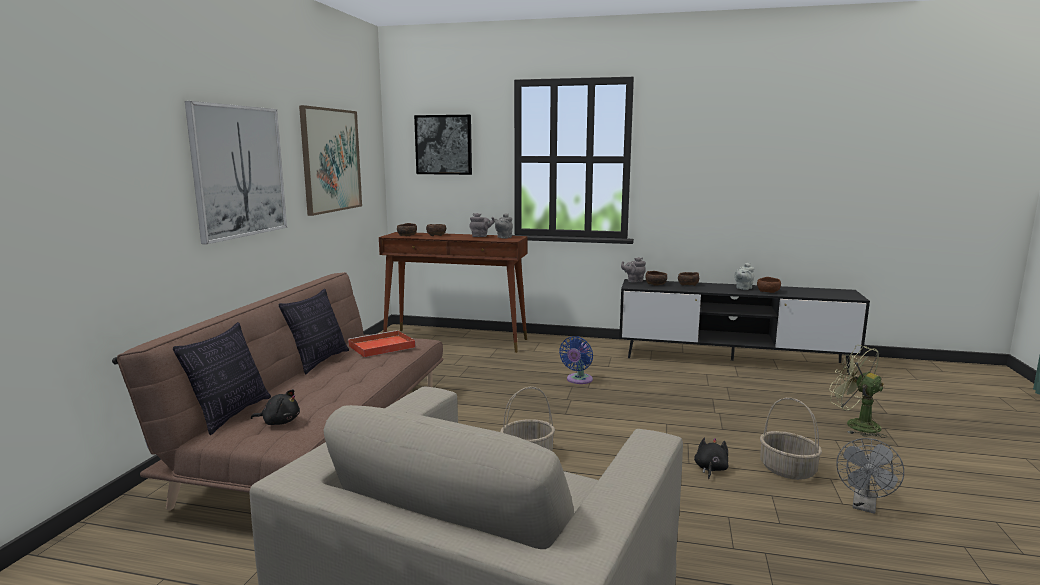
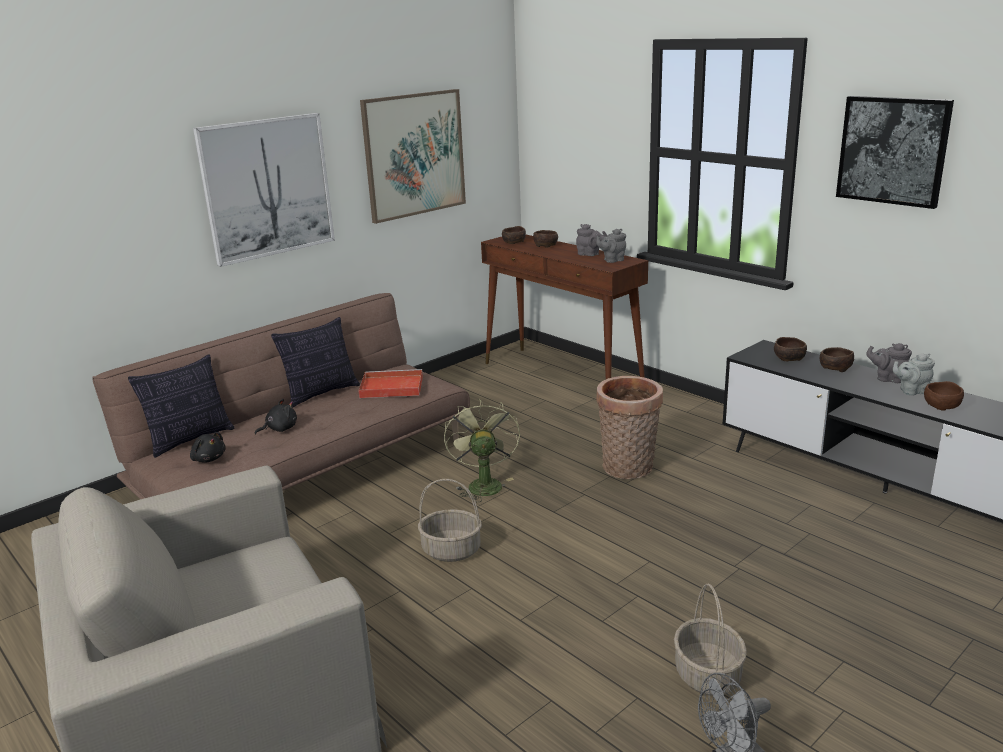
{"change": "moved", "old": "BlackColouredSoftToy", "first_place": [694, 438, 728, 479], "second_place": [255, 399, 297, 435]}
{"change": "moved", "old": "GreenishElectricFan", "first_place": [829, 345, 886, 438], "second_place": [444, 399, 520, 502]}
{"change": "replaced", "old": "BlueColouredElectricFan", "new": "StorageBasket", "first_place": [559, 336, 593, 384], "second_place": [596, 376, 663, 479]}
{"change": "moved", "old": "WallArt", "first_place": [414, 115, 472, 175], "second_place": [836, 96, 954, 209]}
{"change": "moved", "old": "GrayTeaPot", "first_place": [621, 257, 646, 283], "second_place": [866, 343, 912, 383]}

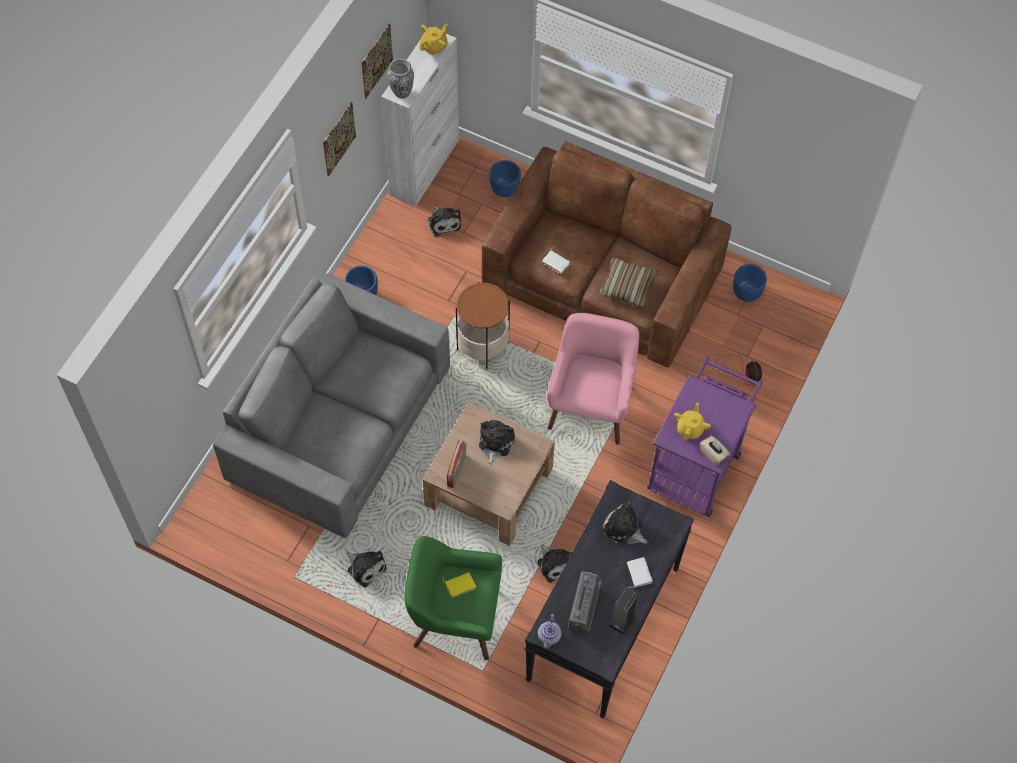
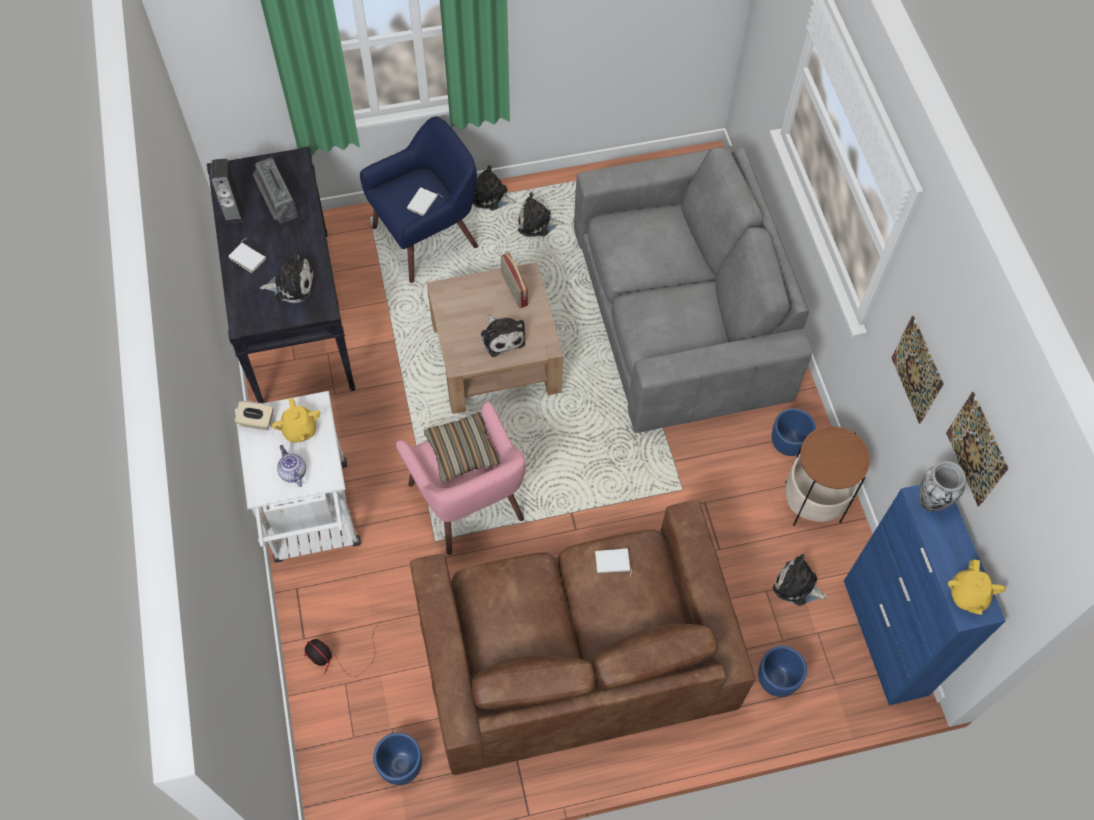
{"change": "recoloured", "old": "PurpleColouredWheeledCart", "new": "WhiteWheeledCart", "first_place": [647, 356, 763, 517], "second_place": [235, 391, 361, 563]}
{"change": "moved", "old": "TeaPot", "first_place": [538, 614, 561, 649], "second_place": [277, 445, 306, 487]}
{"change": "recoloured", "old": "GreenishLoungeChair", "new": "BlueColouredLoungeChair", "first_place": [405, 536, 502, 660], "second_place": [360, 117, 478, 283]}
{"change": "recoloured", "old": "YellowColouredVolume", "new": "WhiteVolume", "first_place": [443, 572, 476, 598], "second_place": [407, 187, 442, 216]}
{"change": "moved", "old": "Cushion", "first_place": [599, 257, 657, 307], "second_place": [424, 412, 501, 483]}
{"change": "moved", "old": "SoftToy", "first_place": [537, 545, 573, 583], "second_place": [473, 165, 517, 211]}
{"change": "moved", "old": "AccentTable", "first_place": [456, 282, 510, 369], "second_place": [785, 426, 870, 526]}
{"change": "recoloured", "old": "WhiteCabinet", "new": "BlueColouredCabinet", "first_place": [381, 27, 459, 207], "second_place": [844, 485, 1006, 705]}

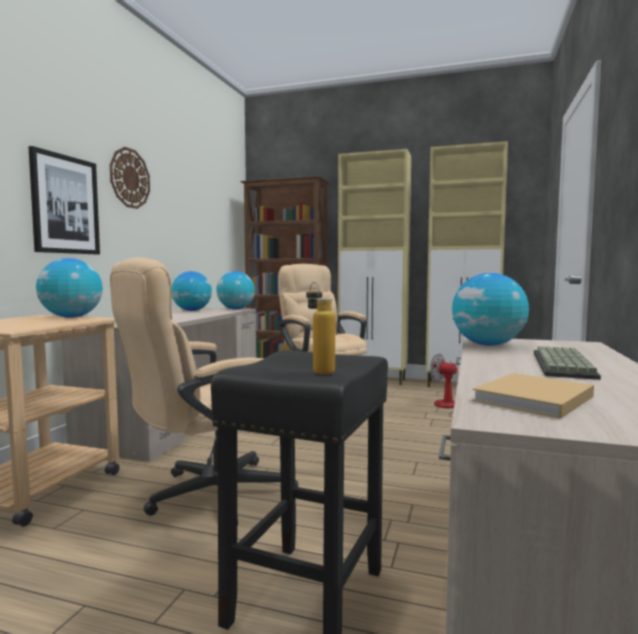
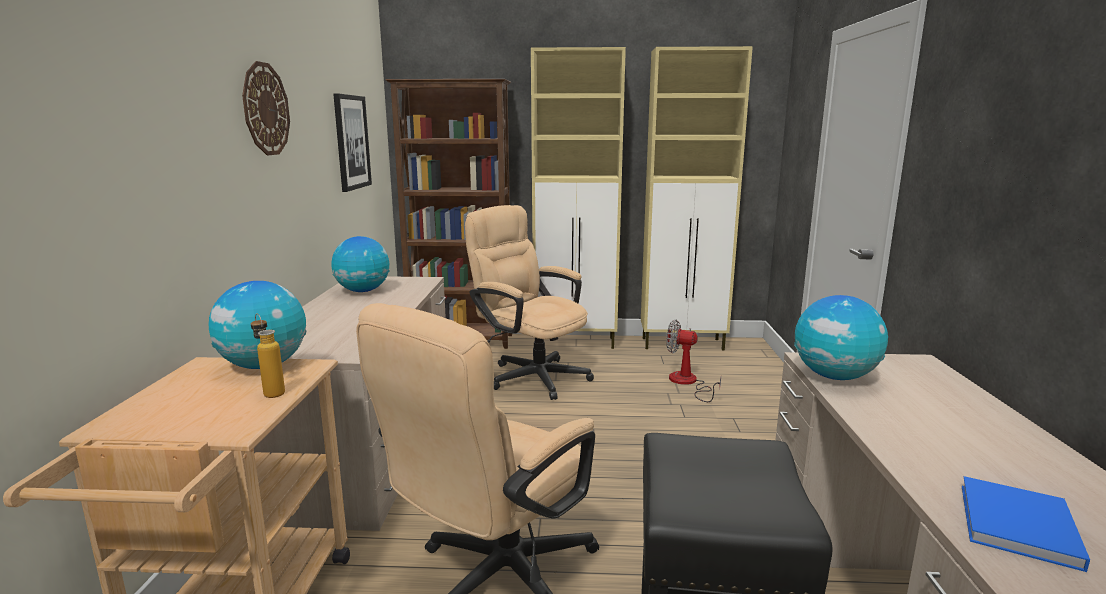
{"change": "moved", "old": "Bottle", "first_place": [306, 282, 335, 374], "second_place": [251, 313, 285, 398]}
{"change": "moved", "old": "WallArt", "first_place": [28, 146, 100, 254], "second_place": [333, 93, 372, 192]}
{"change": "recoloured", "old": "SandColouredVolume", "new": "BlueColouredVolume", "first_place": [472, 373, 594, 418], "second_place": [962, 476, 1090, 572]}
{"change": "removed", "old": "Globe", "first_place": [216, 271, 255, 309]}
{"change": "removed", "old": "PcKeyboard", "first_place": [534, 346, 601, 380]}

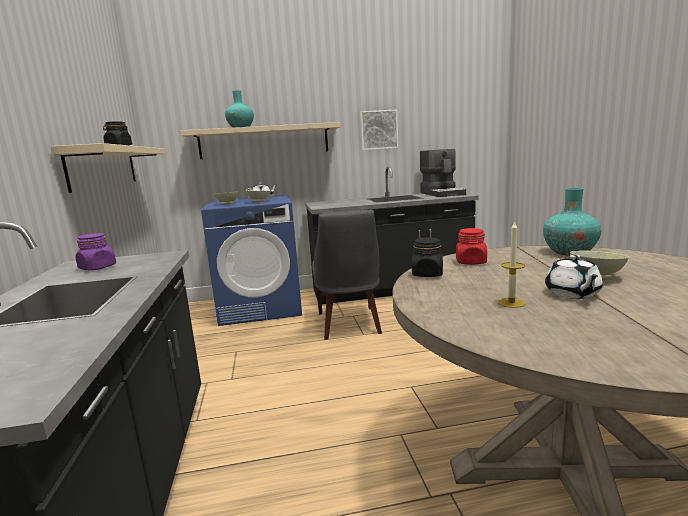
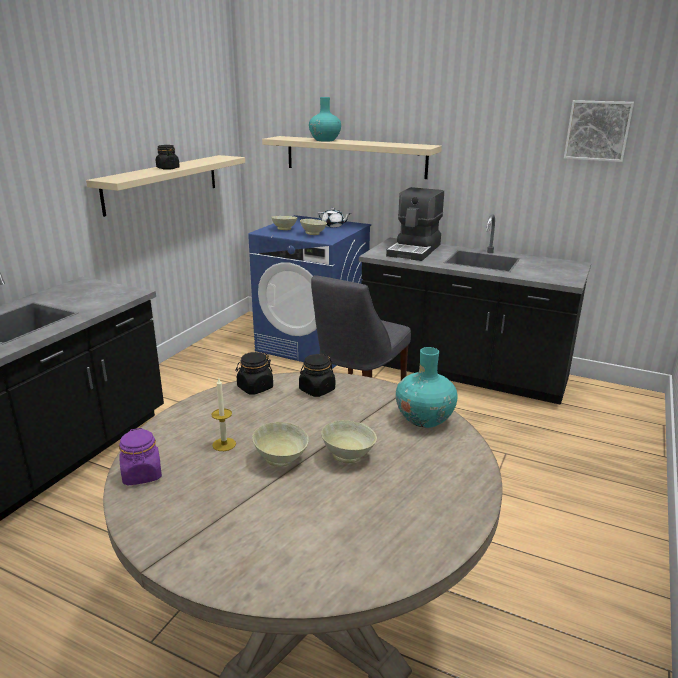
{"change": "moved", "old": "PurpleColouredJar", "first_place": [76, 233, 116, 270], "second_place": [119, 428, 162, 485]}
{"change": "replaced", "old": "WhiteTeaPot", "new": "SandColouredBowl", "first_place": [545, 255, 603, 299], "second_place": [252, 422, 309, 467]}
{"change": "recoloured", "old": "RedColouredJar", "new": "BlackColouredJar", "first_place": [456, 228, 487, 265], "second_place": [299, 354, 335, 397]}
{"change": "moved", "old": "CoffeeBrewer", "first_place": [420, 149, 466, 197], "second_place": [386, 187, 444, 261]}
{"change": "moved", "old": "WallArt", "first_place": [360, 110, 398, 150], "second_place": [564, 100, 634, 162]}

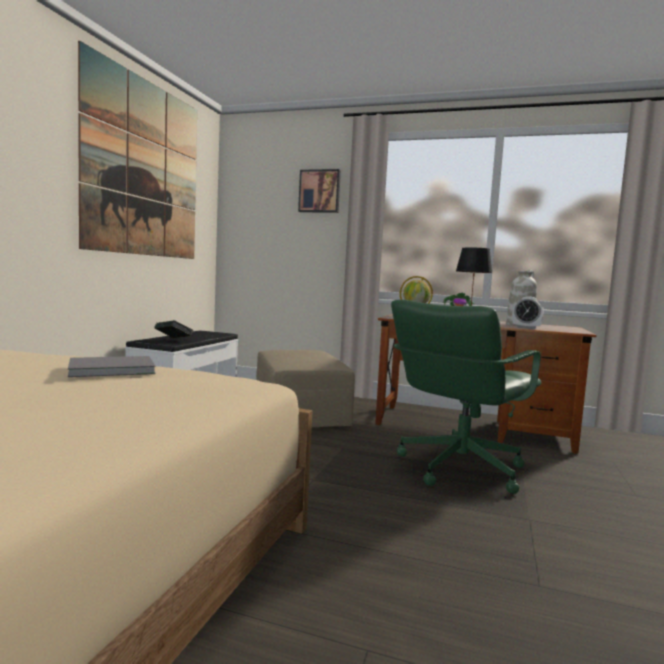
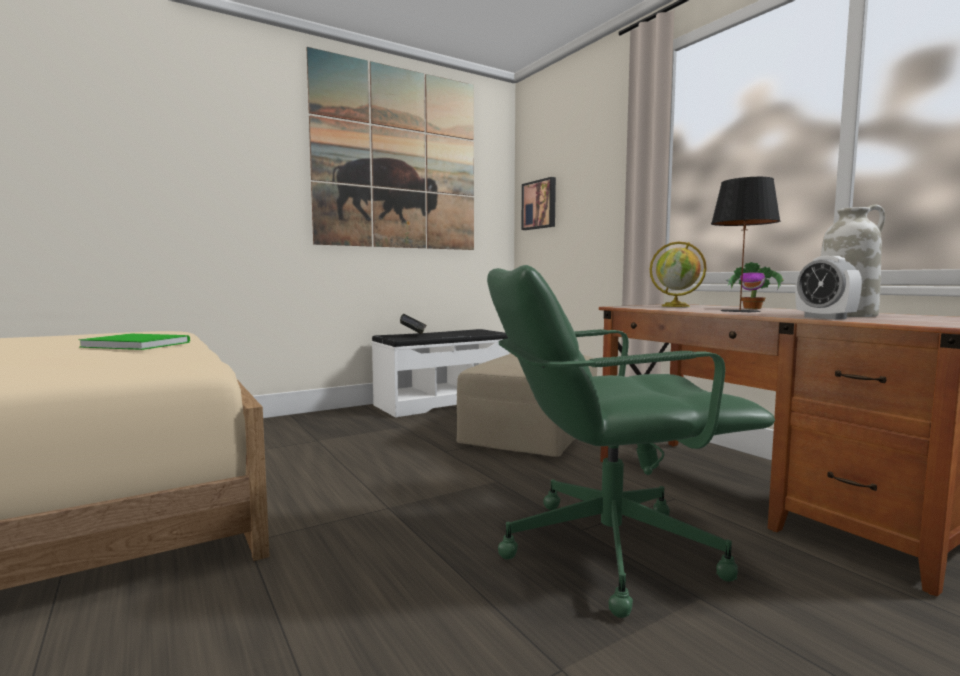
{"change": "recoloured", "old": "GrayVolume", "new": "GreenishVolume", "first_place": [68, 356, 156, 377], "second_place": [79, 334, 190, 350]}
{"change": "moved", "old": "WallArt", "first_place": [298, 169, 341, 213], "second_place": [521, 177, 556, 230]}

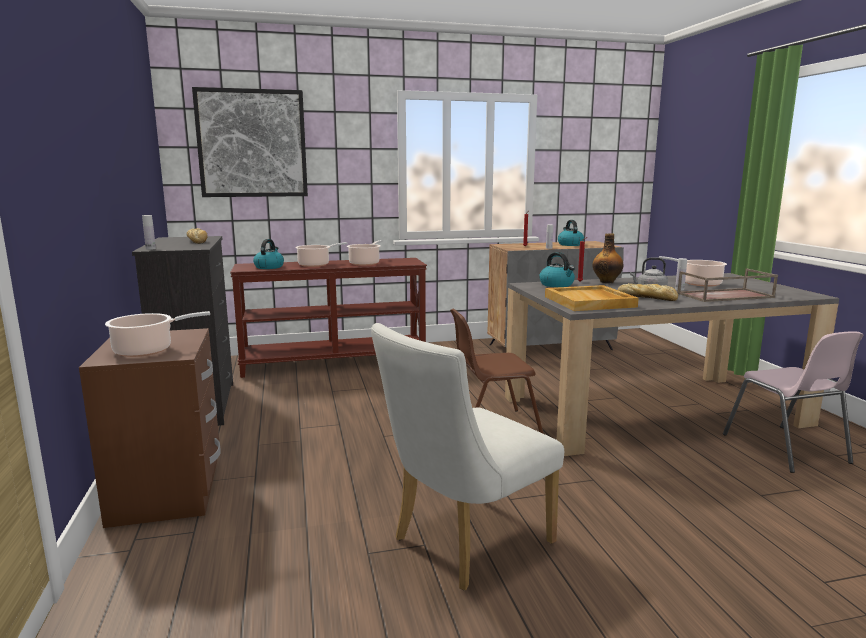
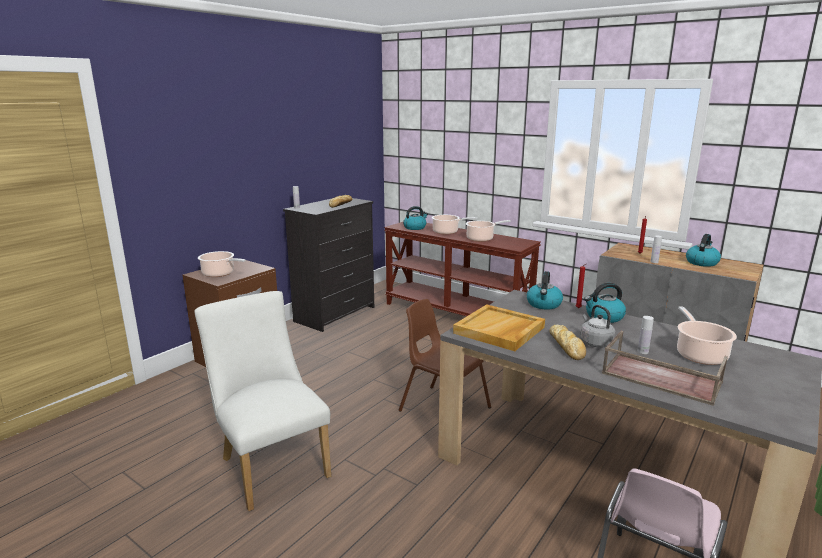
{"change": "turned", "old": "WhitePlainChair", "first_place": [371, 323, 564, 591], "second_place": [195, 291, 331, 511], "degrees": 45}
{"change": "replaced", "old": "Bottle", "new": "Kettle", "first_place": [592, 233, 624, 283], "second_place": [584, 283, 626, 323]}
{"change": "removed", "old": "WallArt", "first_place": [192, 87, 308, 197]}

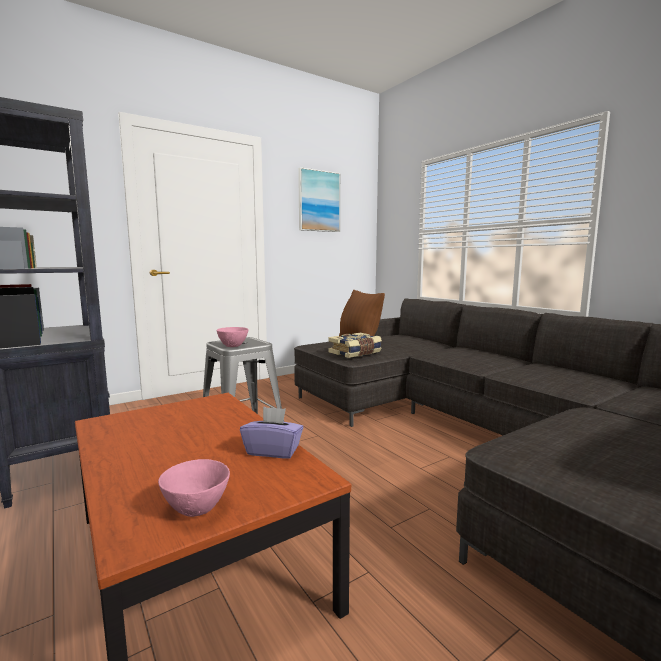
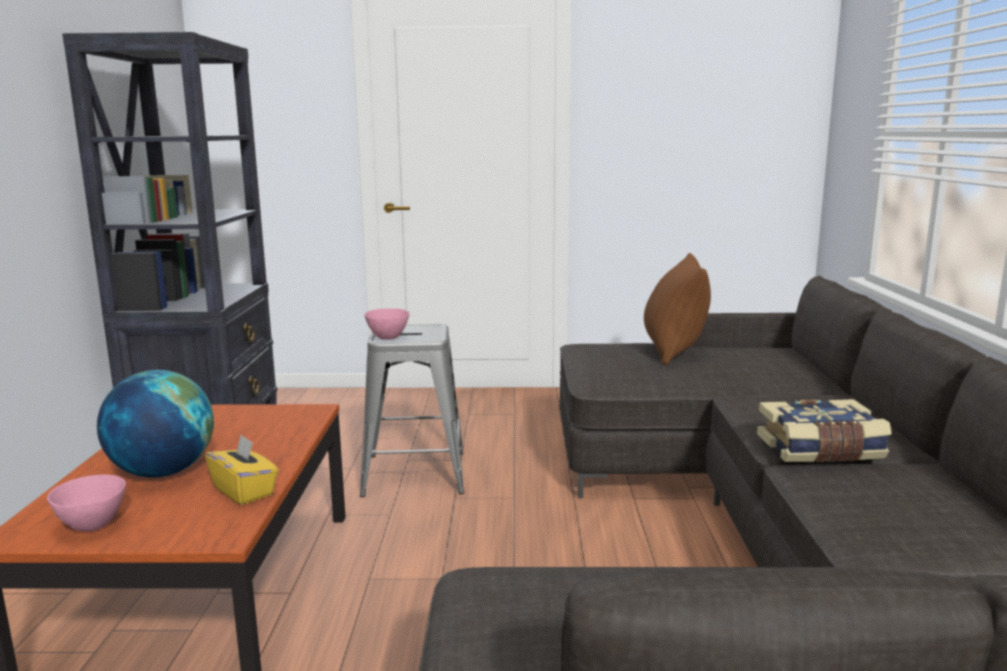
{"change": "added", "new": "Globe", "second_place": [97, 370, 214, 478]}
{"change": "recoloured", "old": "PurpleColouredTissueBox", "new": "YellowColouredTissueBox", "first_place": [240, 407, 304, 459], "second_place": [205, 435, 279, 505]}
{"change": "moved", "old": "Volume", "first_place": [328, 333, 382, 358], "second_place": [757, 399, 892, 462]}
{"change": "removed", "old": "WallArt", "first_place": [298, 167, 340, 232]}

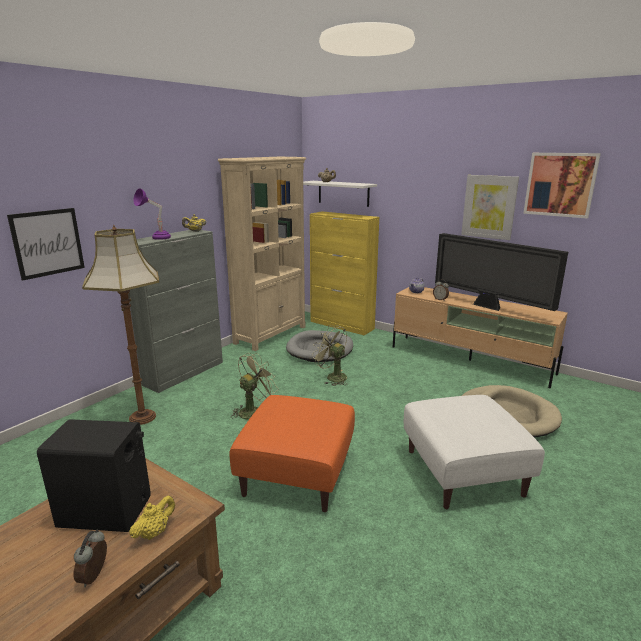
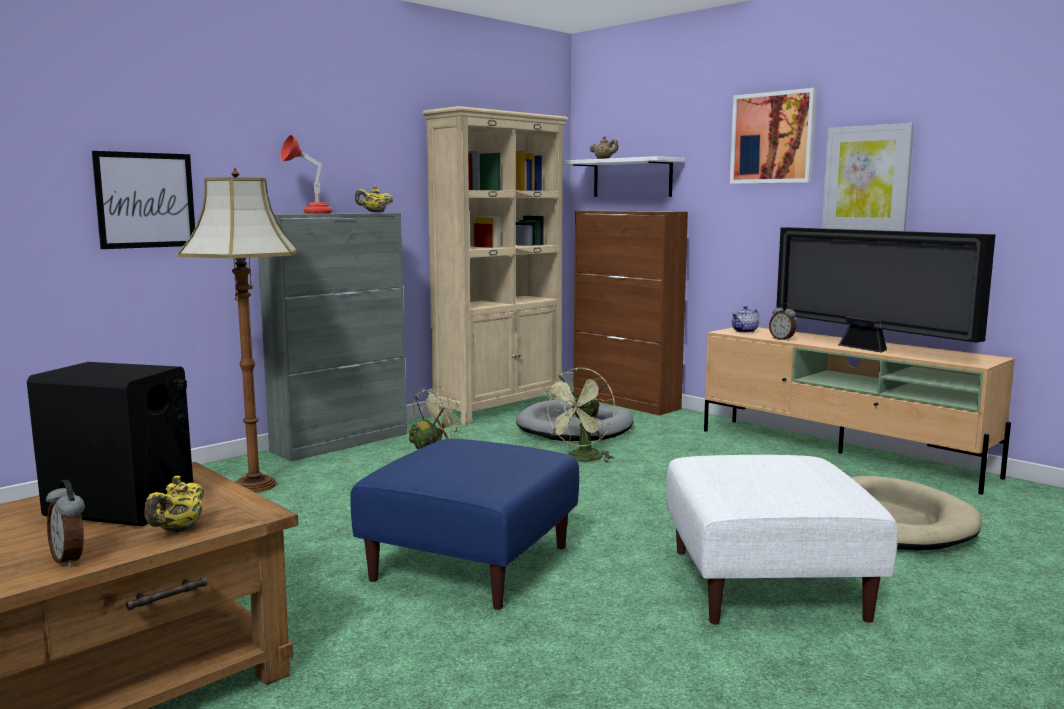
{"change": "turned", "old": "TableClock", "first_place": [74, 530, 107, 587], "second_place": [46, 480, 85, 567], "degrees": -60}
{"change": "turned", "old": "YellowColouredTeaPot", "first_place": [129, 495, 175, 540], "second_place": [144, 476, 204, 532], "degrees": 150}
{"change": "recoloured", "old": "PurpleColouredTableLamp", "new": "RedColouredTableLamp", "first_place": [134, 189, 171, 240], "second_place": [280, 135, 332, 214]}
{"change": "recoloured", "old": "OrangeyFootrest", "new": "BlueColouredFootrest", "first_place": [229, 395, 355, 512], "second_place": [350, 439, 579, 610]}
{"change": "turned", "old": "GreenishElectricFan", "first_place": [312, 325, 347, 386], "second_place": [541, 367, 615, 463], "degrees": -105}
{"change": "recoloured", "old": "YellowColouredCabinet", "new": "BrownColouredCabinet", "first_place": [310, 211, 379, 335], "second_place": [573, 210, 688, 415]}
{"change": "moved", "old": "WallArt", "first_place": [523, 153, 601, 219], "second_place": [730, 88, 817, 184]}

